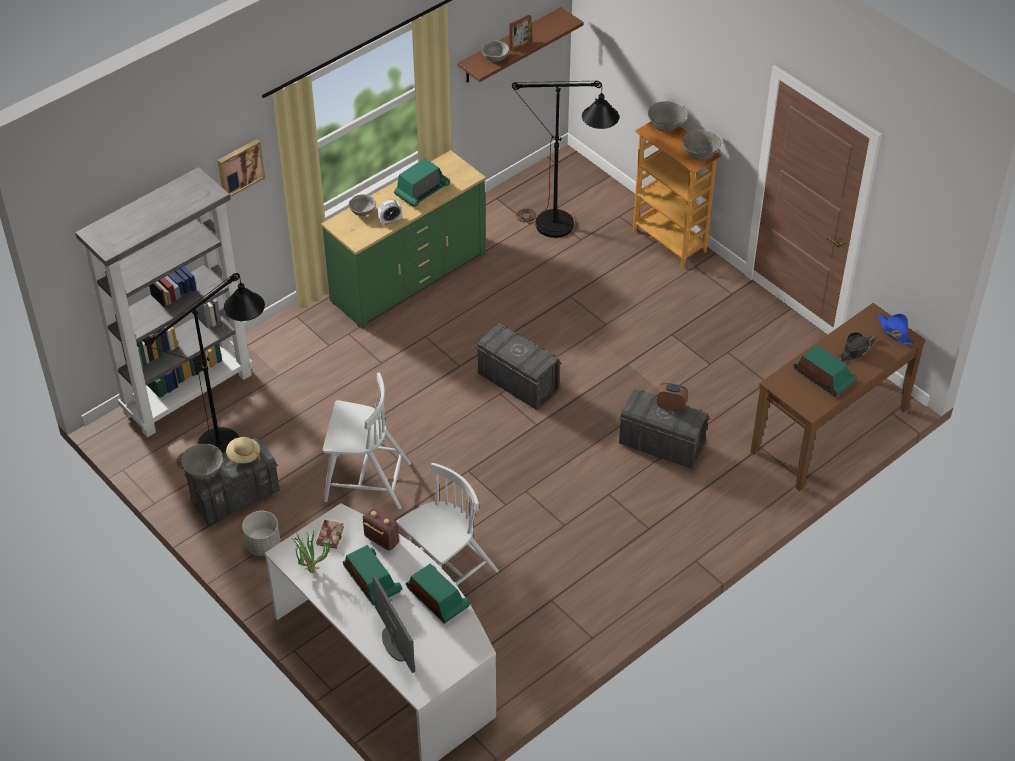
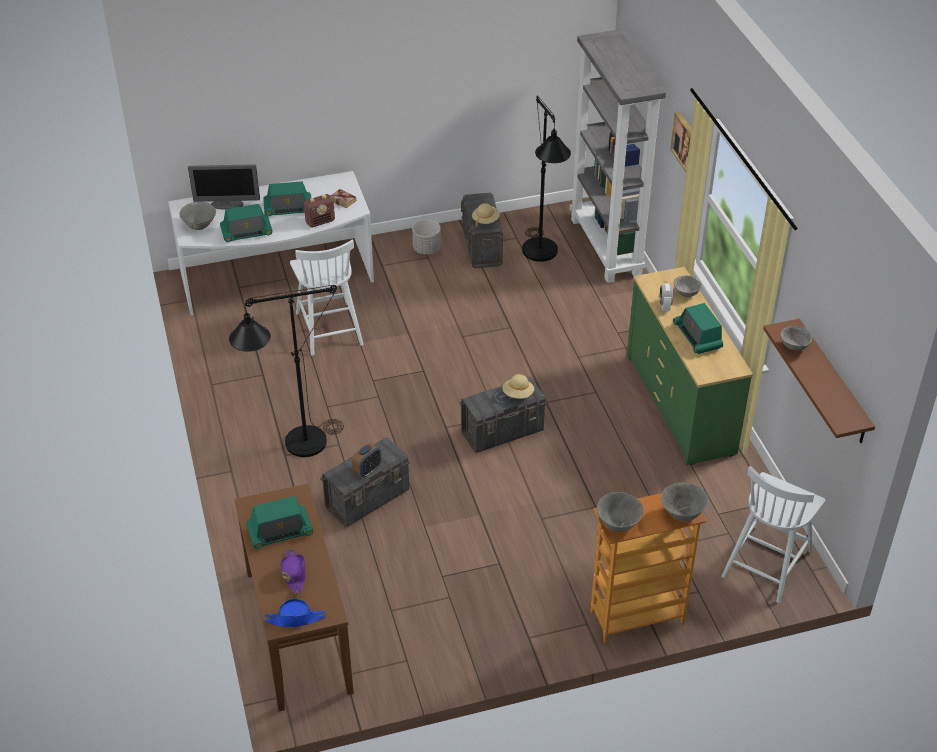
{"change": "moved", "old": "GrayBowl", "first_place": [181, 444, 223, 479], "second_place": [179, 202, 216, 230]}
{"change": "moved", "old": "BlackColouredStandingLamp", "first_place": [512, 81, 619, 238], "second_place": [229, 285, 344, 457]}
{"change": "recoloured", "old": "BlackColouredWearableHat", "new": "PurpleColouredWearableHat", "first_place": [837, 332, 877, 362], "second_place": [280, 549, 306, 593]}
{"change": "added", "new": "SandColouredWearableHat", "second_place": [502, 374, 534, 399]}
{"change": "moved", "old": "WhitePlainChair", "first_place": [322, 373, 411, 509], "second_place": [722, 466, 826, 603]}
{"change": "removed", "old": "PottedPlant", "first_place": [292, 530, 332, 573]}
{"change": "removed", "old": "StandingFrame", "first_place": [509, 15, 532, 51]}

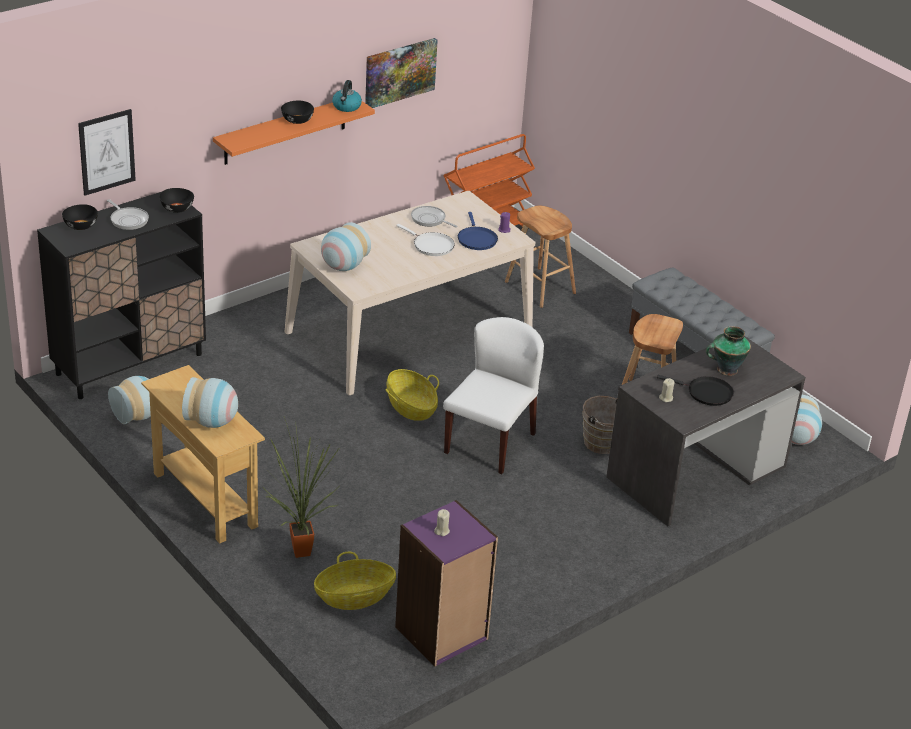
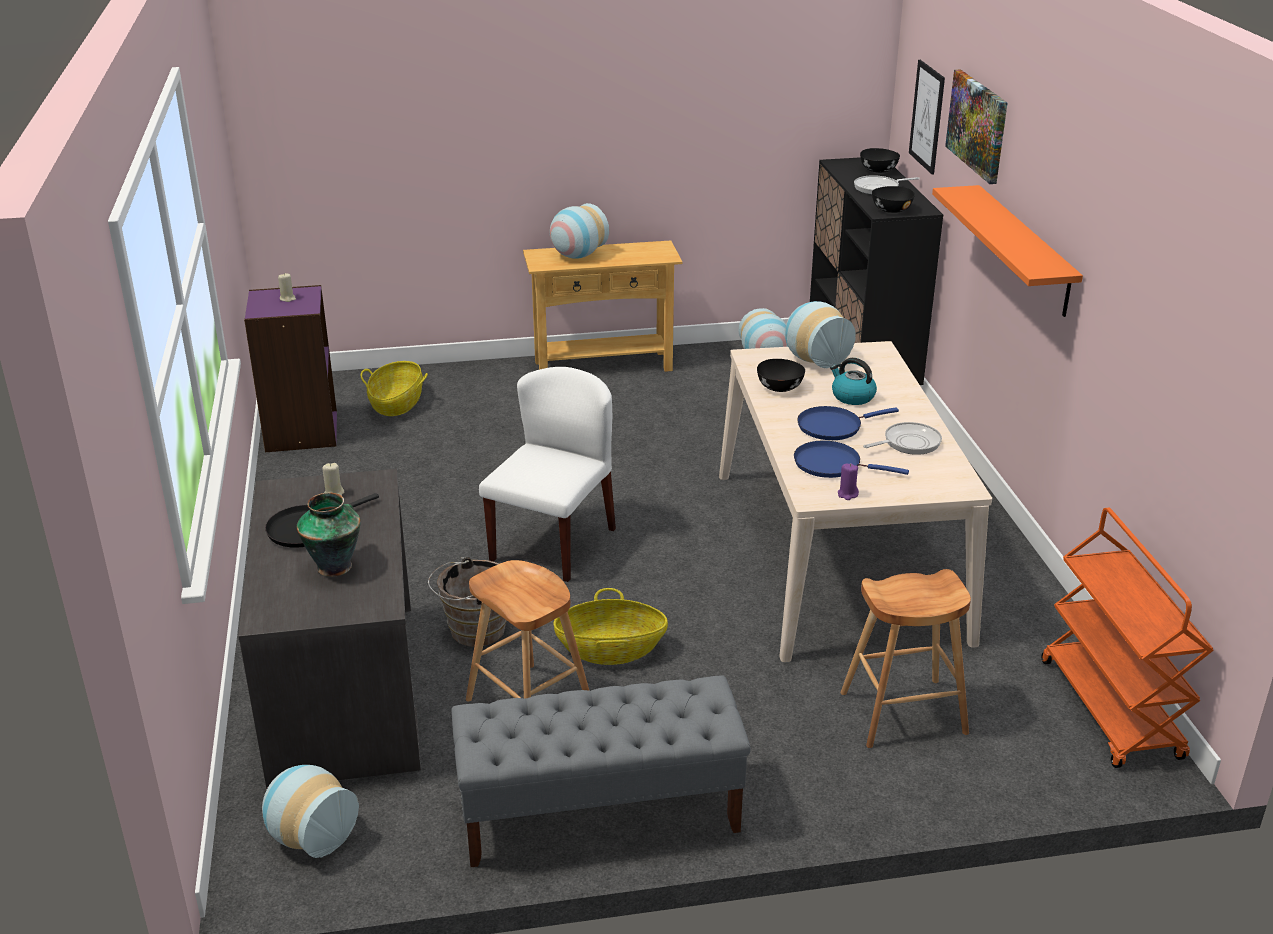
{"change": "turned", "old": "WhitePlainChair", "first_place": [443, 317, 544, 474], "second_place": [479, 367, 616, 582], "degrees": -120}
{"change": "moved", "old": "StorageBasket", "first_place": [386, 369, 439, 421], "second_place": [553, 588, 668, 665]}
{"change": "moved", "old": "BlackColouredBowl", "first_place": [281, 101, 314, 124], "second_place": [757, 359, 805, 392]}
{"change": "recoloured", "old": "WhiteFryingPan", "new": "BlueColouredFryingPan", "first_place": [396, 224, 455, 256], "second_place": [797, 406, 899, 440]}
{"change": "moved", "old": "Kettle", "first_place": [332, 80, 362, 112], "second_place": [830, 358, 877, 405]}
{"change": "moved", "old": "WallArt", "first_place": [365, 38, 438, 108], "second_place": [945, 69, 1007, 184]}
{"change": "removed", "old": "PottedPlant", "first_place": [265, 417, 340, 558]}

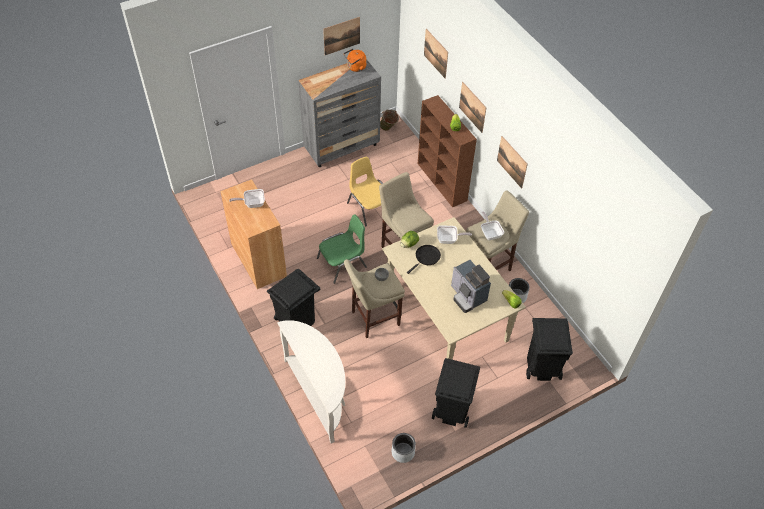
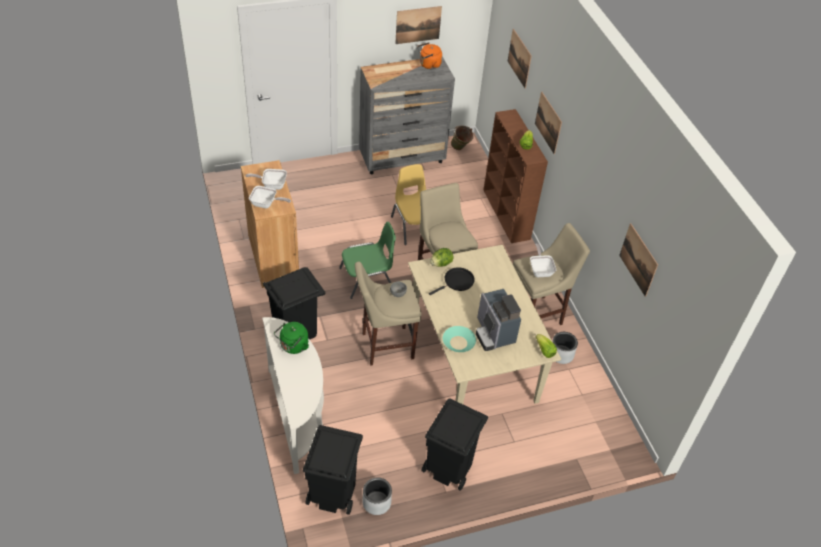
{"change": "moved", "old": "FryingPan", "first_place": [437, 225, 472, 244], "second_place": [249, 186, 291, 208]}
{"change": "added", "new": "GreenishKettle", "second_place": [274, 322, 309, 354]}
{"change": "moved", "old": "BlackColouredTrashCan", "first_place": [526, 318, 573, 381], "second_place": [303, 425, 363, 515]}
{"change": "added", "new": "TurquoiseBowl", "second_place": [443, 326, 476, 352]}
{"change": "moved", "old": "WallArt", "first_place": [497, 136, 528, 189], "second_place": [619, 223, 658, 297]}

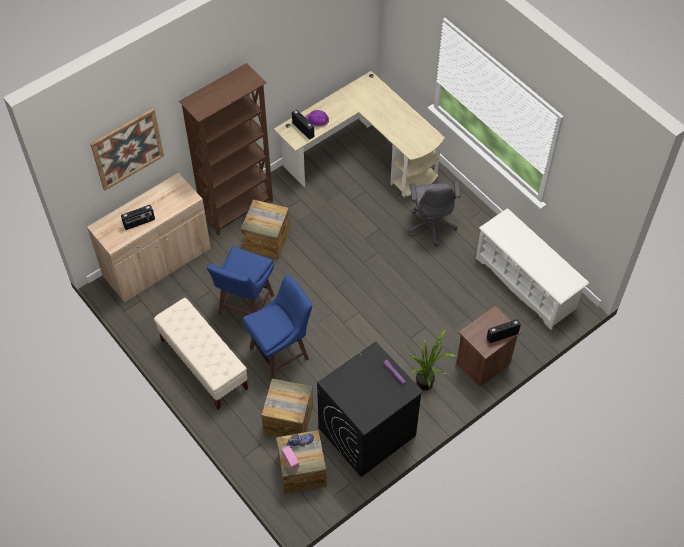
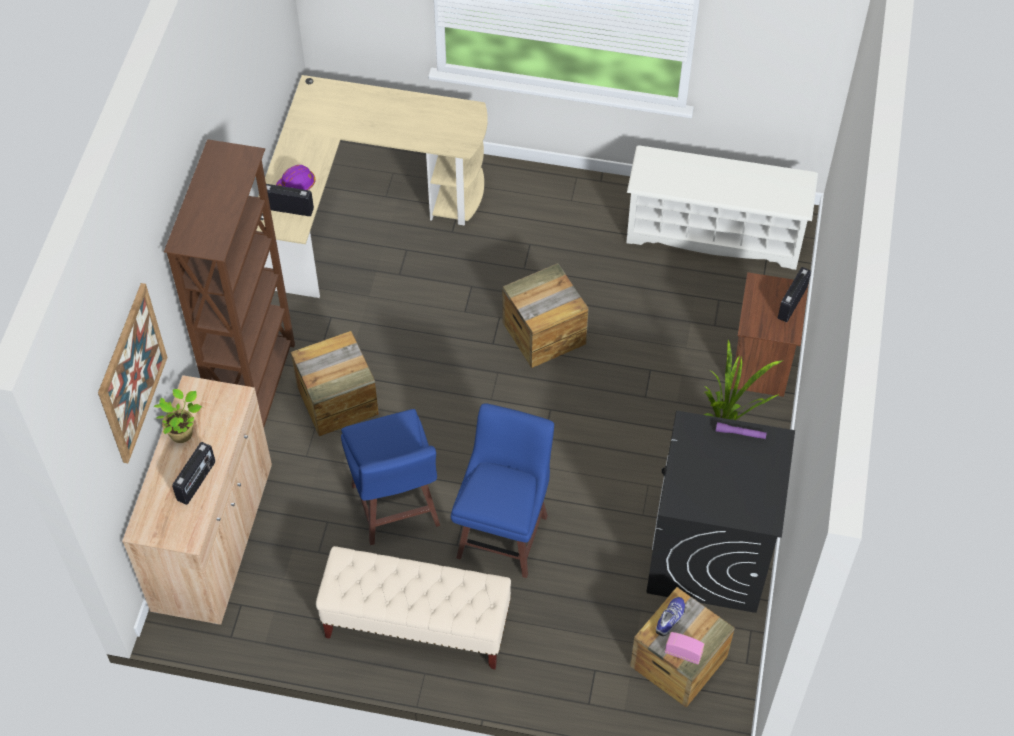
{"change": "added", "new": "PottedPlant", "second_place": [154, 389, 202, 443]}
{"change": "moved", "old": "Crate", "first_place": [261, 379, 313, 437], "second_place": [503, 263, 589, 368]}
{"change": "removed", "old": "GrayComputerChair", "first_place": [408, 180, 461, 247]}

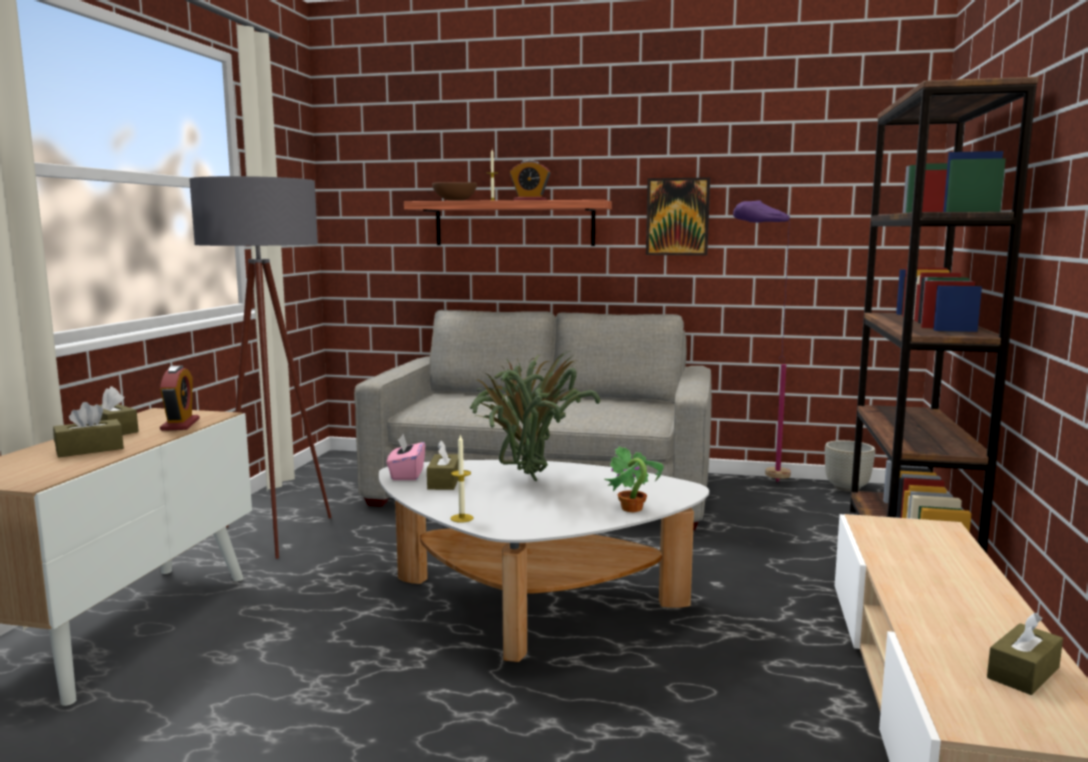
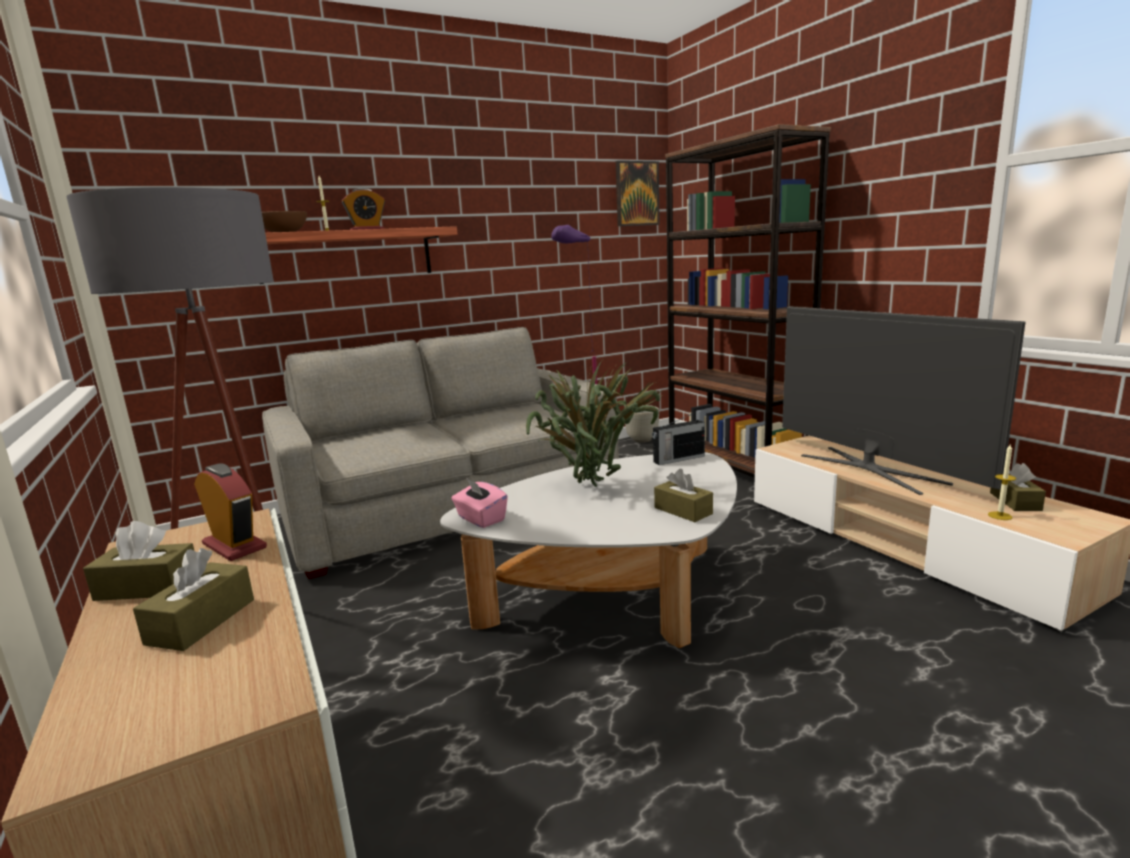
{"change": "moved", "old": "WallArt", "first_place": [646, 178, 710, 256], "second_place": [616, 161, 660, 226]}
{"change": "added", "new": "Radio", "second_place": [652, 412, 705, 465]}
{"change": "moved", "old": "BrownColouredTissueBox", "first_place": [427, 440, 459, 490], "second_place": [654, 469, 713, 522]}
{"change": "added", "new": "Tv", "second_place": [782, 307, 1026, 495]}
{"change": "moved", "old": "WaxCandle", "first_place": [450, 434, 474, 523], "second_place": [988, 443, 1016, 520]}
{"change": "removed", "old": "PottedPlant", "first_place": [604, 446, 664, 512]}

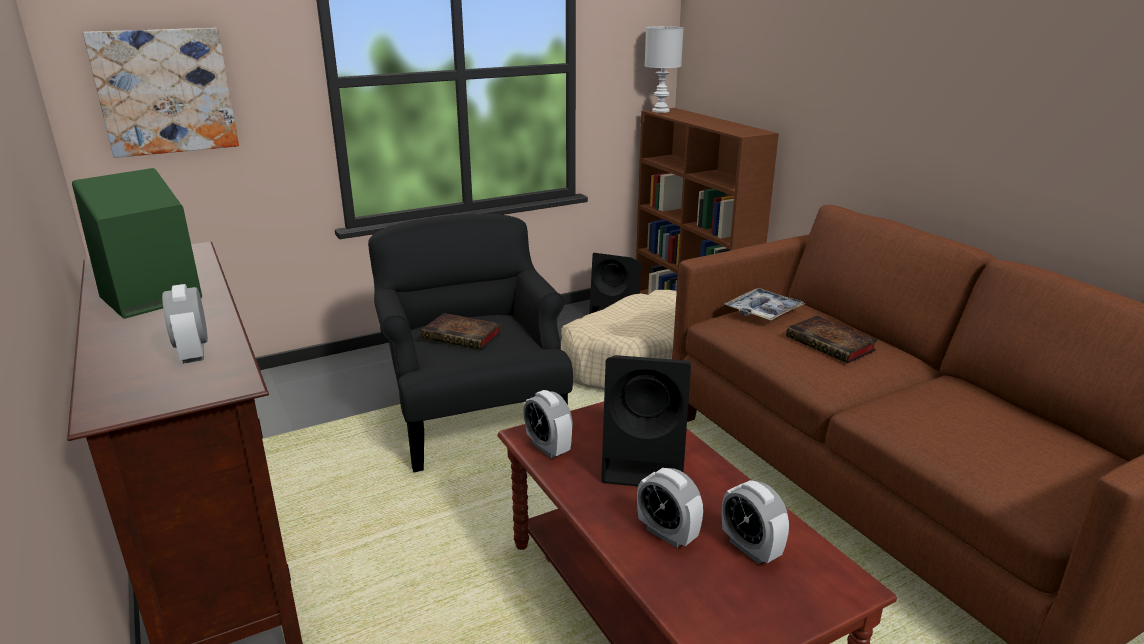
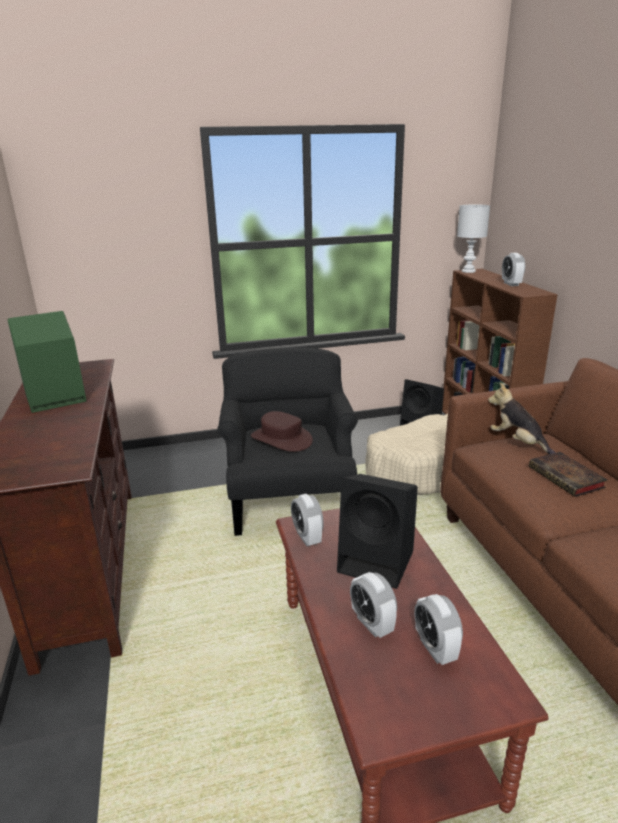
{"change": "replaced", "old": "Volume", "new": "BrownColouredWearableHat", "first_place": [421, 313, 501, 350], "second_place": [251, 411, 313, 452]}
{"change": "replaced", "old": "Tray", "new": "SoftToy", "first_place": [724, 288, 806, 321], "second_place": [488, 383, 556, 454]}
{"change": "moved", "old": "TableClock", "first_place": [162, 284, 208, 364], "second_place": [502, 253, 525, 286]}
{"change": "removed", "old": "WallArt", "first_place": [83, 28, 239, 158]}

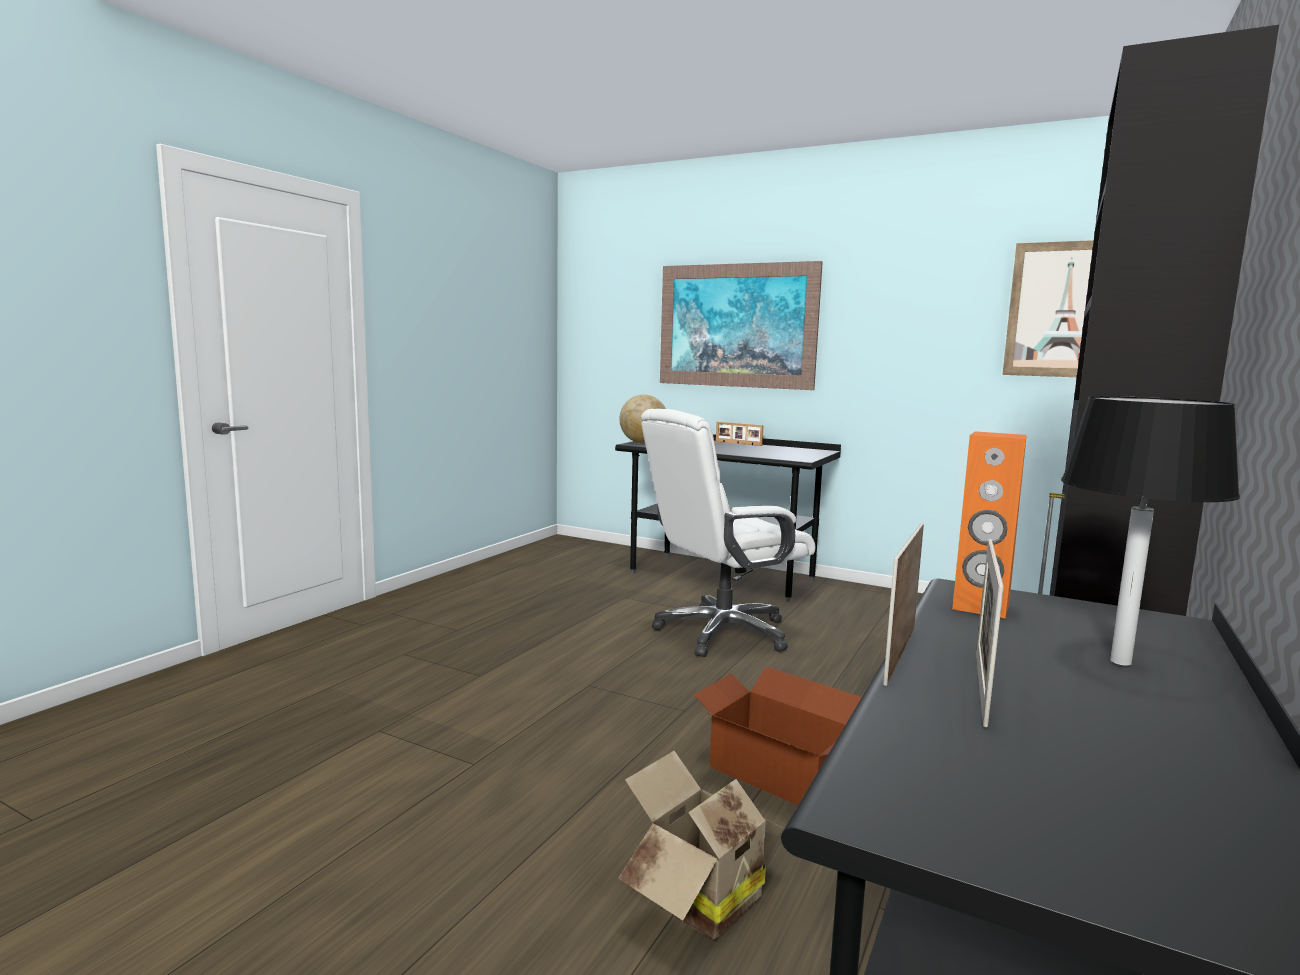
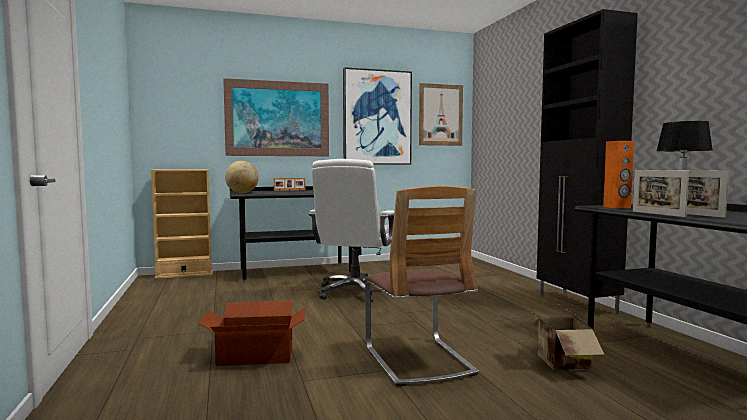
{"change": "added", "new": "SandColouredBookshelf", "second_place": [150, 169, 213, 279]}
{"change": "moved", "old": "Carton", "first_place": [694, 667, 862, 805], "second_place": [199, 301, 306, 366]}
{"change": "added", "new": "WallArt", "second_place": [343, 67, 412, 165]}
{"change": "added", "new": "PlainChair", "second_place": [365, 186, 479, 386]}

